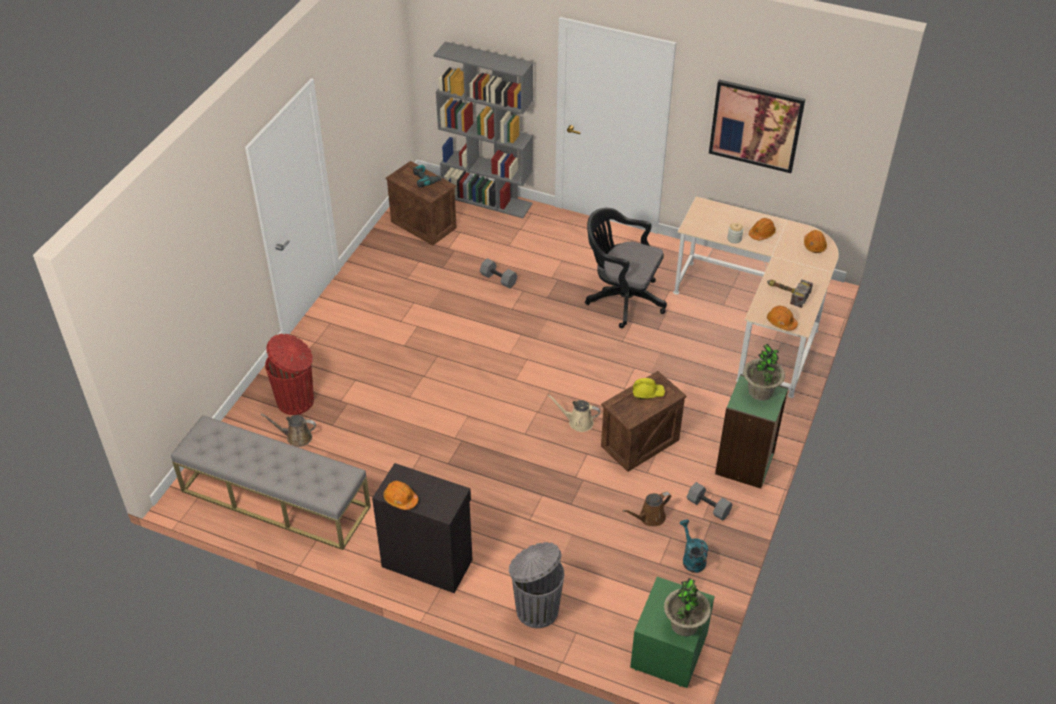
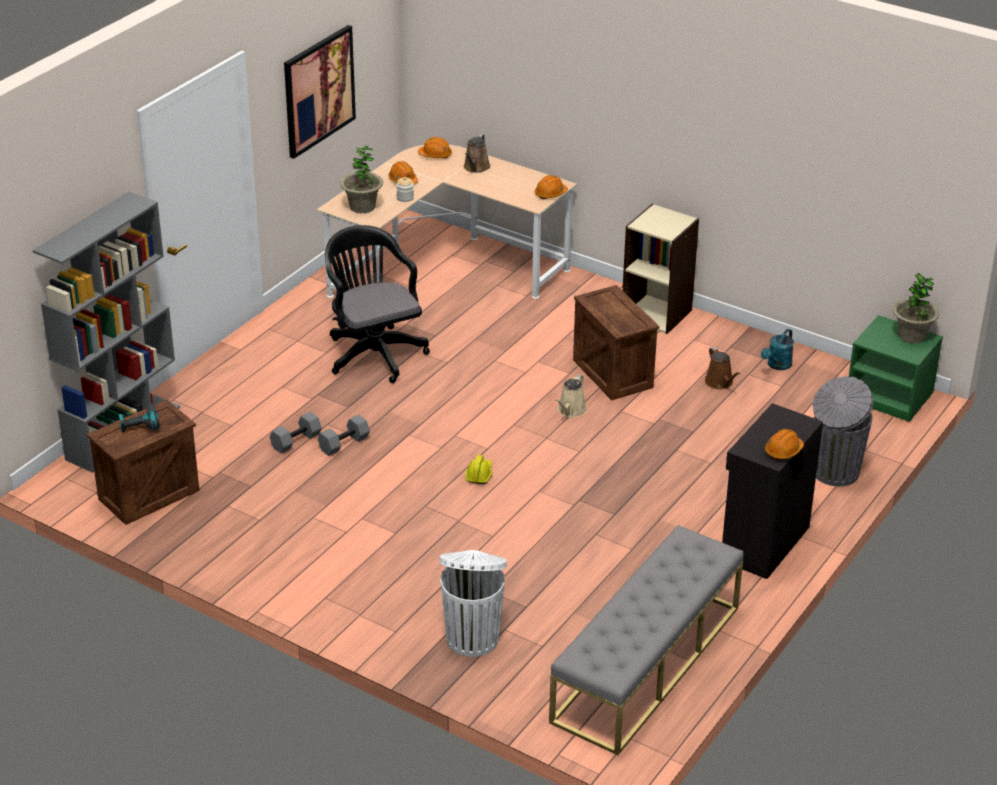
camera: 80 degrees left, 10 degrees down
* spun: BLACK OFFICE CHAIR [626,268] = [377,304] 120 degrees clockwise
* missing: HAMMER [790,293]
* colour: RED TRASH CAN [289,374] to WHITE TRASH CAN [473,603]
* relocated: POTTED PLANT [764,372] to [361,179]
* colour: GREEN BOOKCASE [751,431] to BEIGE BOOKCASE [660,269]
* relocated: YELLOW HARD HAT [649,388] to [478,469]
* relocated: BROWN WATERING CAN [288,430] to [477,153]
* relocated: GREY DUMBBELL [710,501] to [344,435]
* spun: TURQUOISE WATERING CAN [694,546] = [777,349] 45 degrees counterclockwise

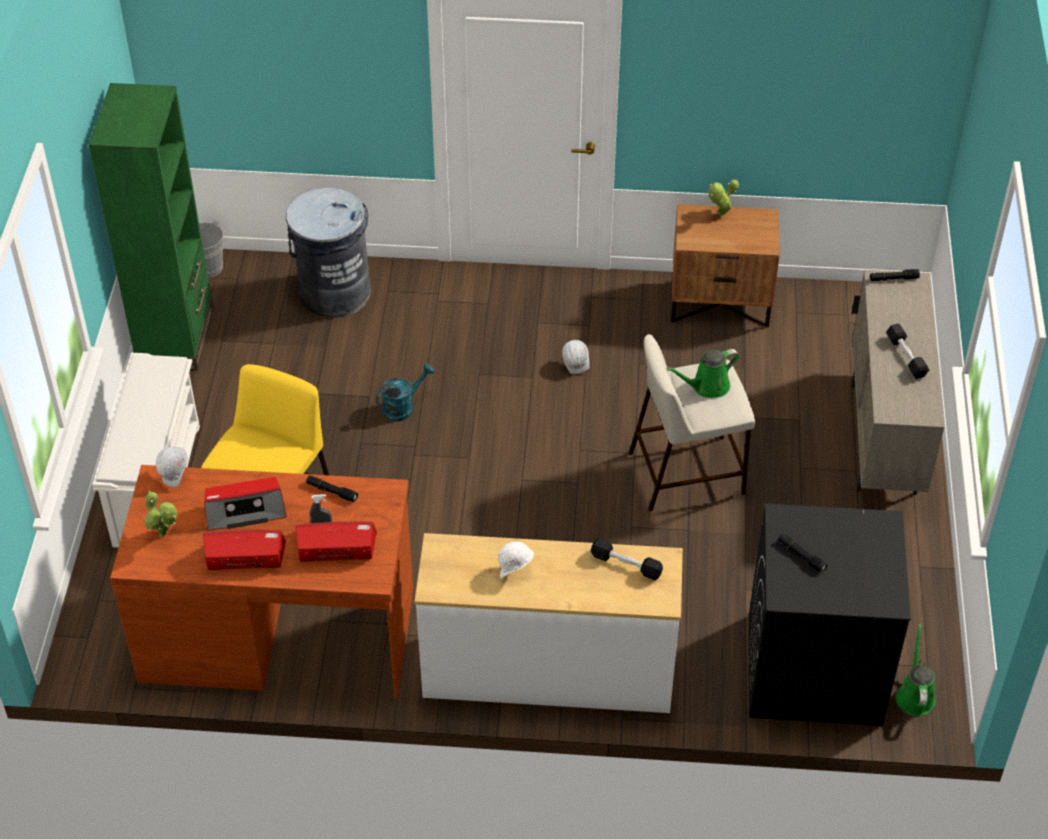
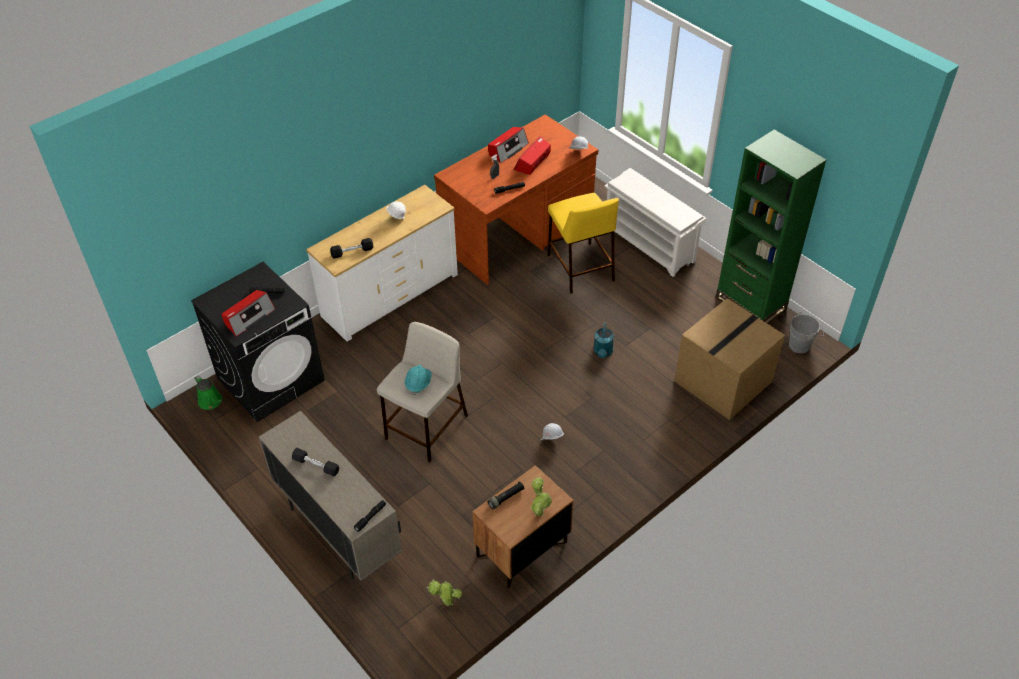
camera: 135 degrees right, 0 degrees up
* exchanged: GREY TRASH CAN [328,252] to CARDBOARD BOX [729,359]
* exchanged: GREEN WATERING CAN [702,373] to TURQUOISE HARD HAT [418,380]
* relocated: POTTED PLANT [160,513] to [444,593]
* relocated: RADIO [336,542] to [248,313]
* appeared: BLACK FLASHLIGHT [506,495]

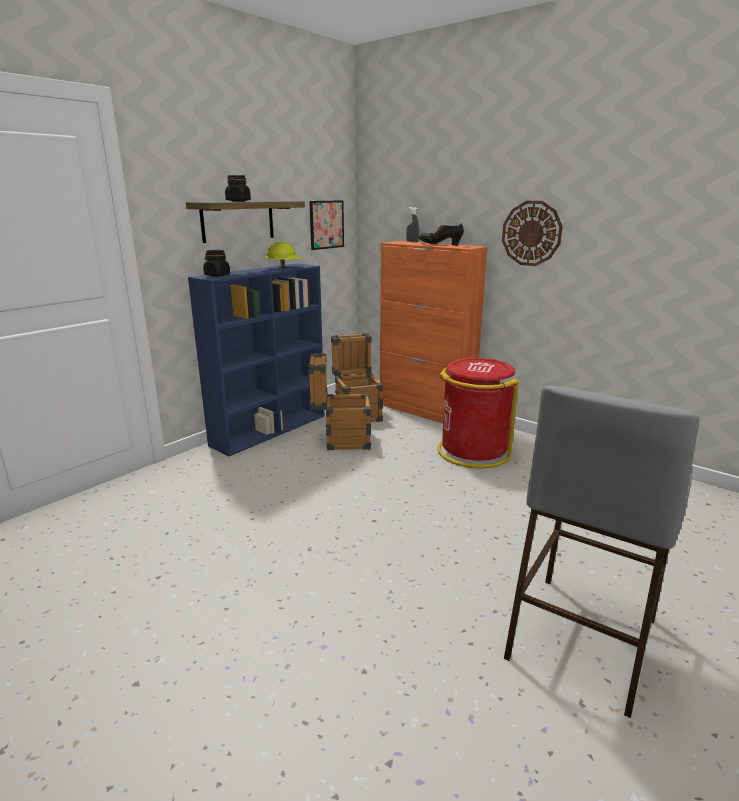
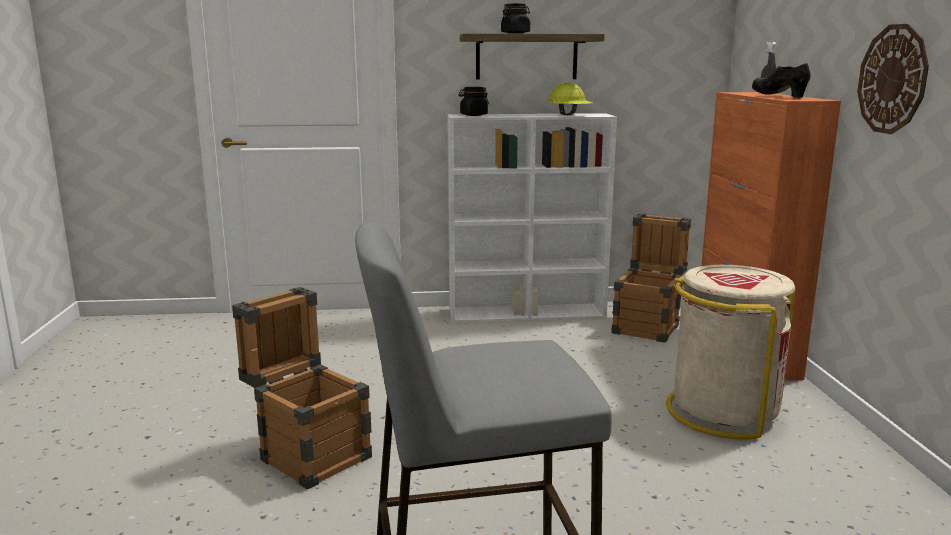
camera: 45 degrees right, 5 degrees down
* missing: PICTURE [326,225]
* colour: BLUE BOOKCASE [256,359] to WHITE BOOKCASE [532,217]
* relocated: CRATE [339,401] to [302,388]
* colour: RED TRASH CAN [477,413] to BEIGE TRASH CAN [730,351]

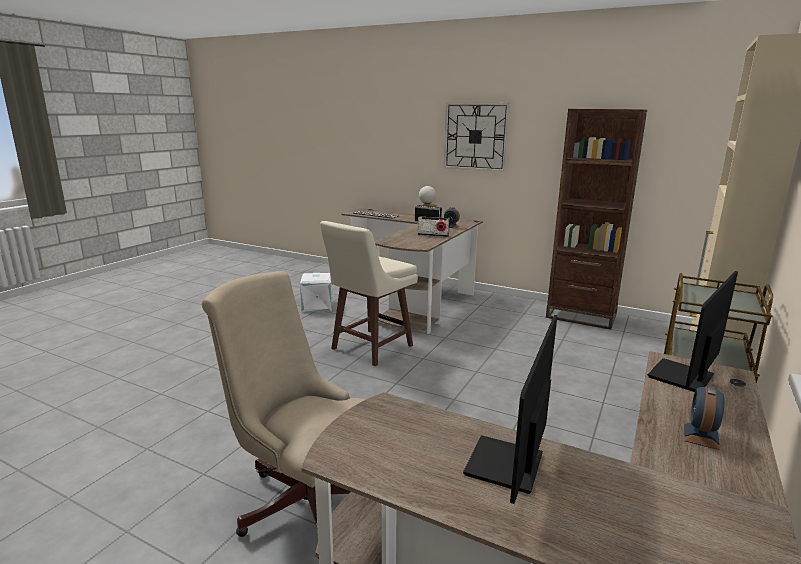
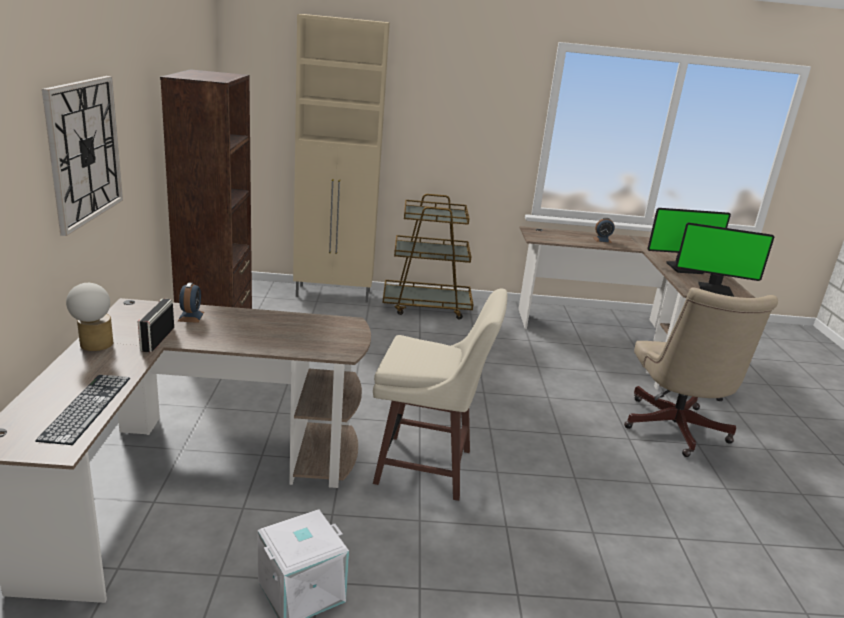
camera: 120 degrees left, 5 degrees up
* missing: RADIO [434,226]
* relocated: MONITOR [692,331] to [725,259]

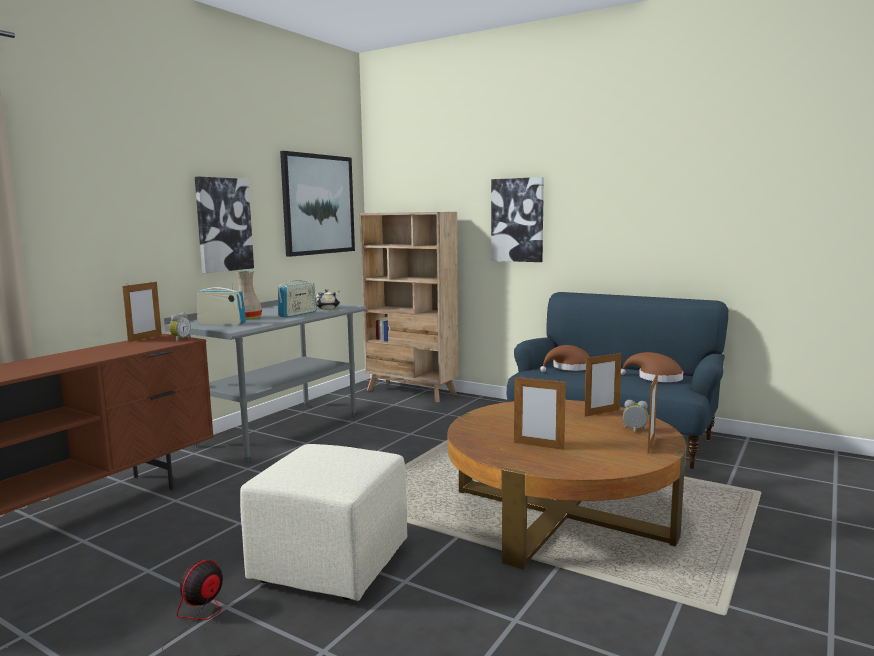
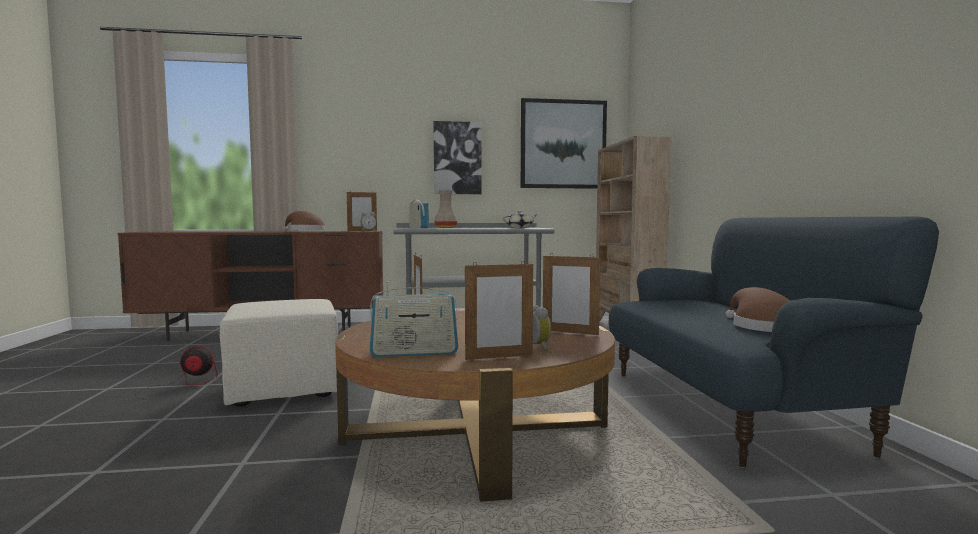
camera: 50 degrees right, 5 degrees down
* missing: PICTURE [517,219]
* relocated: RADIO [297,298] to [414,319]
* relocated: BROWN HAT [565,358] to [304,221]

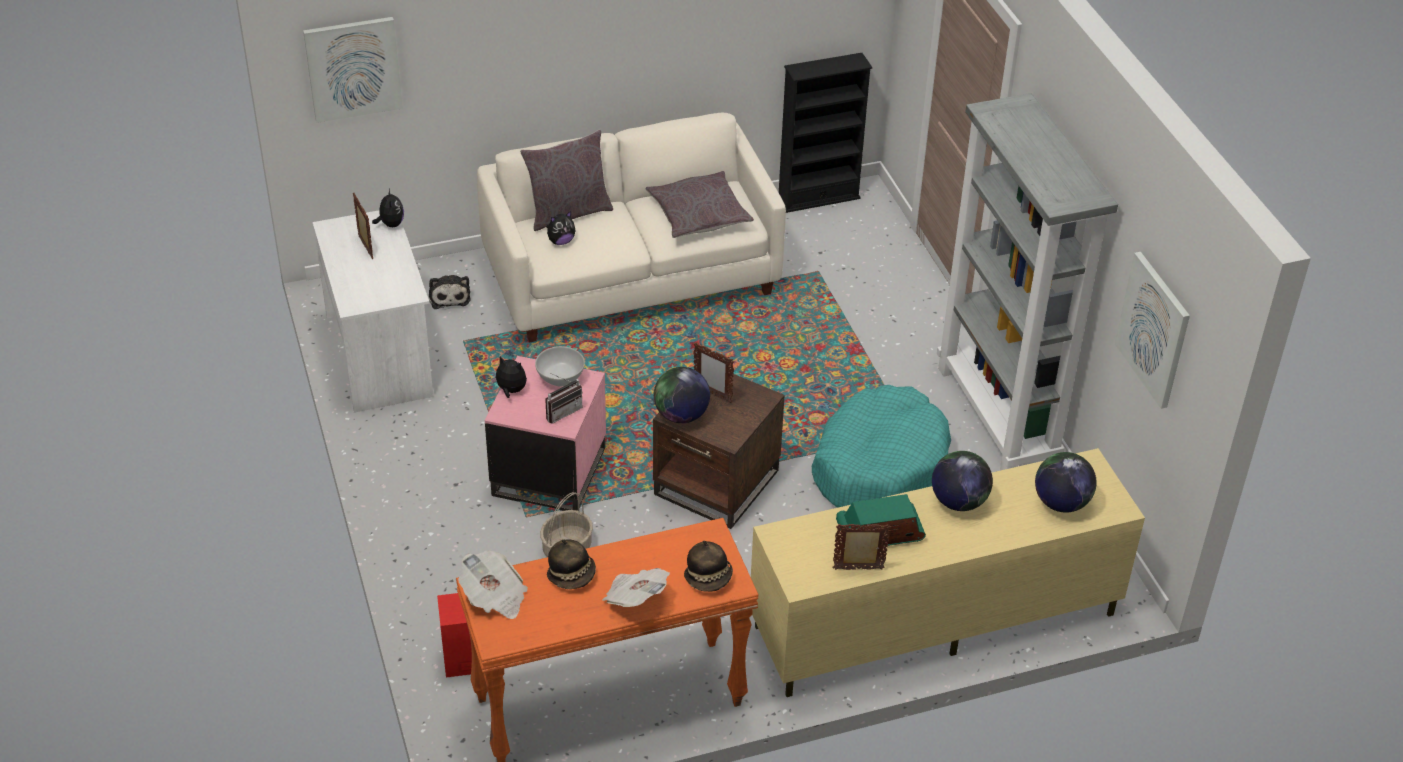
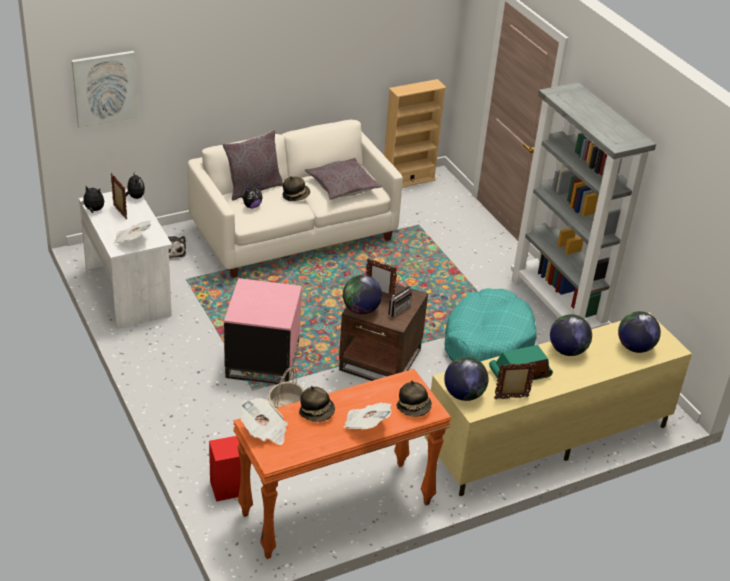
camera: 10 degrees left, 5 degrees down
* colour: BLACK BOOKCASE [825,133] to BEIGE BOOKCASE [415,133]
* missing: PICTURE [1152,330]
* missing: WHITE BOWL [560,366]
* relocated: PLUSH TOY [508,377] to [92,199]
* relocated: RADIO [564,398] to [400,299]
* appeared: HAT [296,188]
* appeared: NEWSPAPER [132,232]
* appeared: GLOBE [466,379]

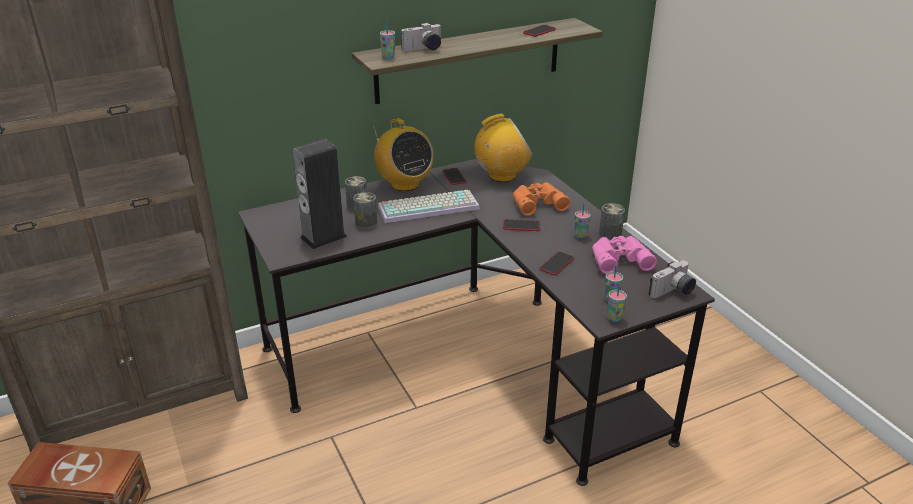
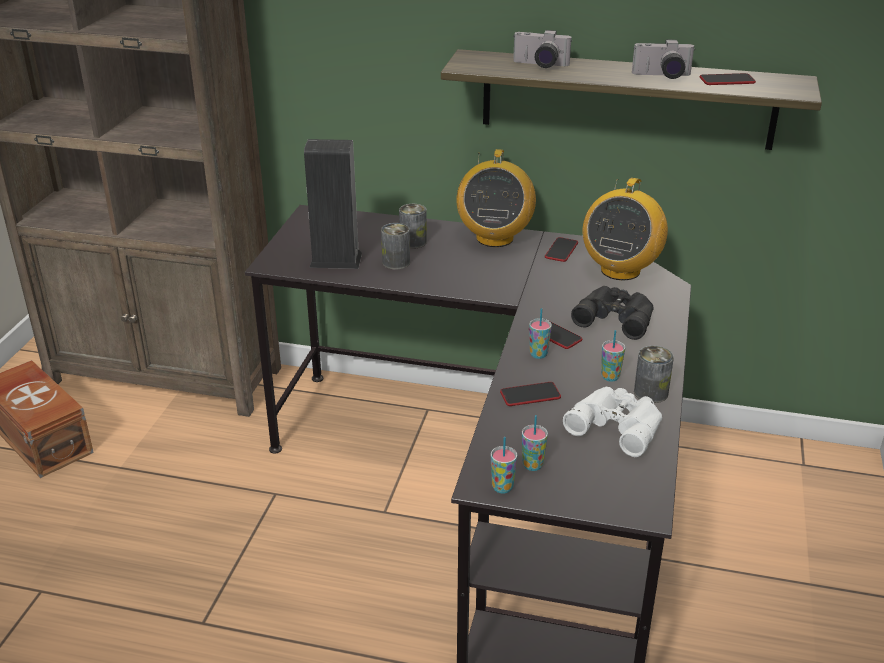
camera: 40 degrees right, 0 degrees up
* relocated: CUP [387,39] to [540,333]
* spun: RADIO [503,148] = [625,229] 90 degrees clockwise
* colour: ORANGE BINOCULARS [541,199] to BLACK BINOCULARS [612,313]
* missing: KEYBOARD [429,206]
* colour: PINK BINOCULARS [624,255] to WHITE BINOCULARS [612,422]
* relocated: PHOTO CAMERA [672,279] to [664,59]

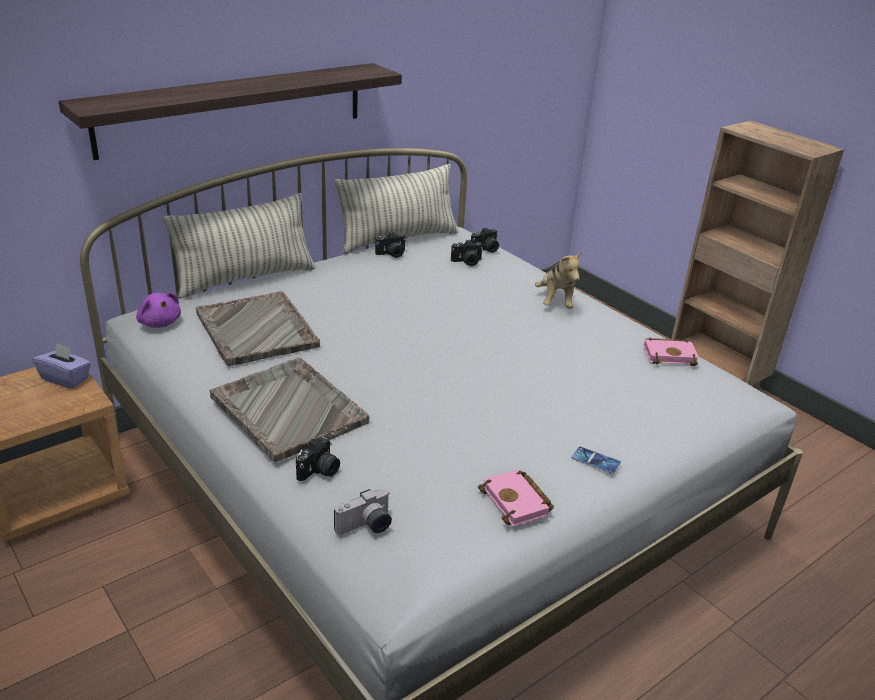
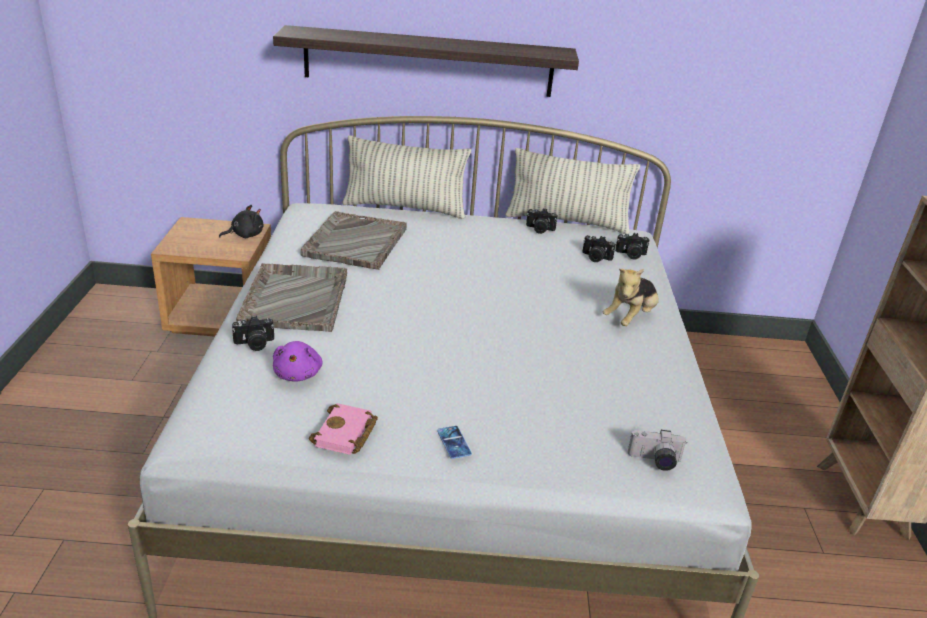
camera: 40 degrees right, 0 degrees up
* relocated: PURPLE PLUSH TOY [158,310] to [298,361]
* missing: PINK BOOK [671,351]
* exchanged: PURPLE TISSUE BOX [61,366] to BLACK PLUSH TOY [241,221]
* relocated: PHOTO CAMERA [363,511] to [657,450]

